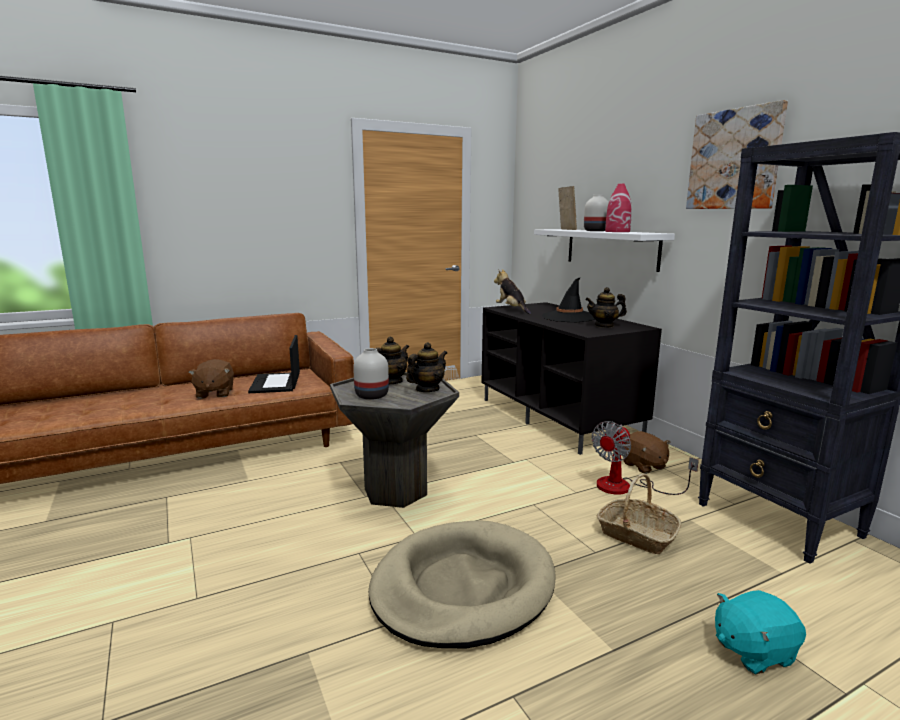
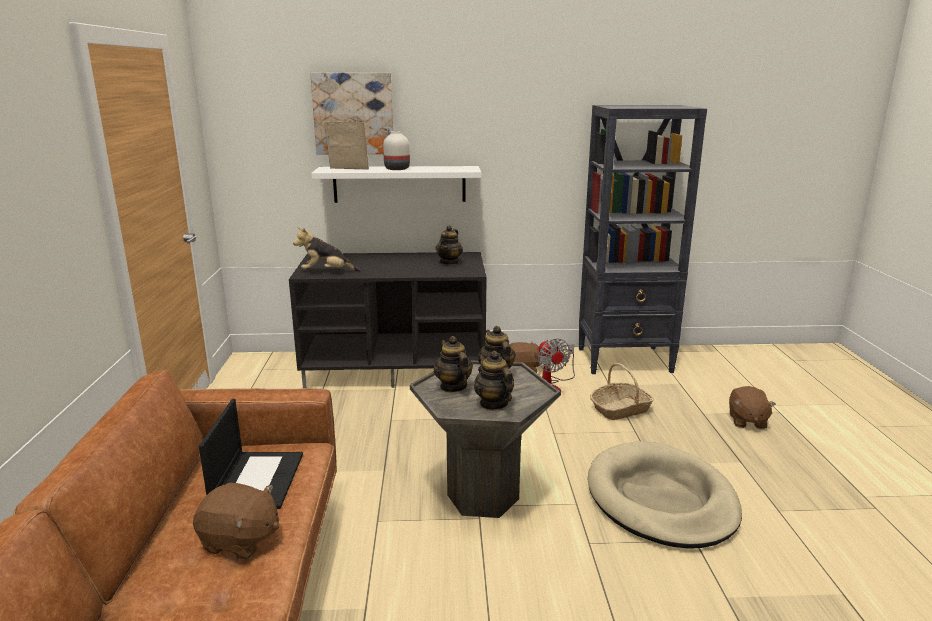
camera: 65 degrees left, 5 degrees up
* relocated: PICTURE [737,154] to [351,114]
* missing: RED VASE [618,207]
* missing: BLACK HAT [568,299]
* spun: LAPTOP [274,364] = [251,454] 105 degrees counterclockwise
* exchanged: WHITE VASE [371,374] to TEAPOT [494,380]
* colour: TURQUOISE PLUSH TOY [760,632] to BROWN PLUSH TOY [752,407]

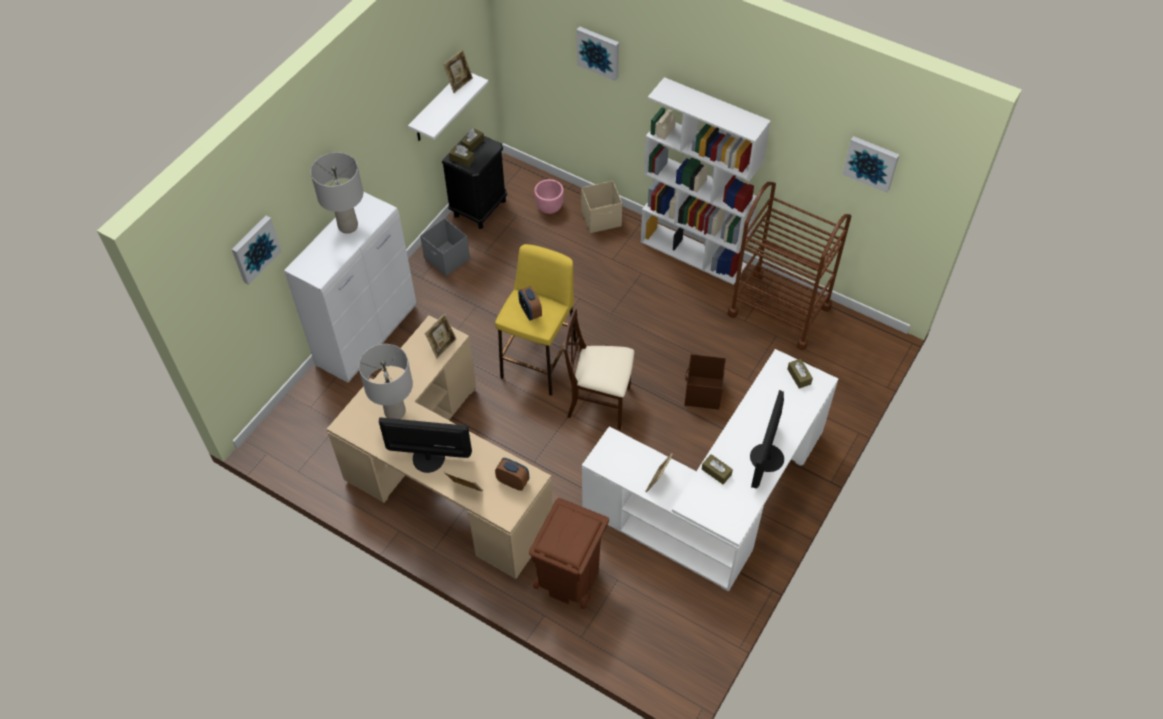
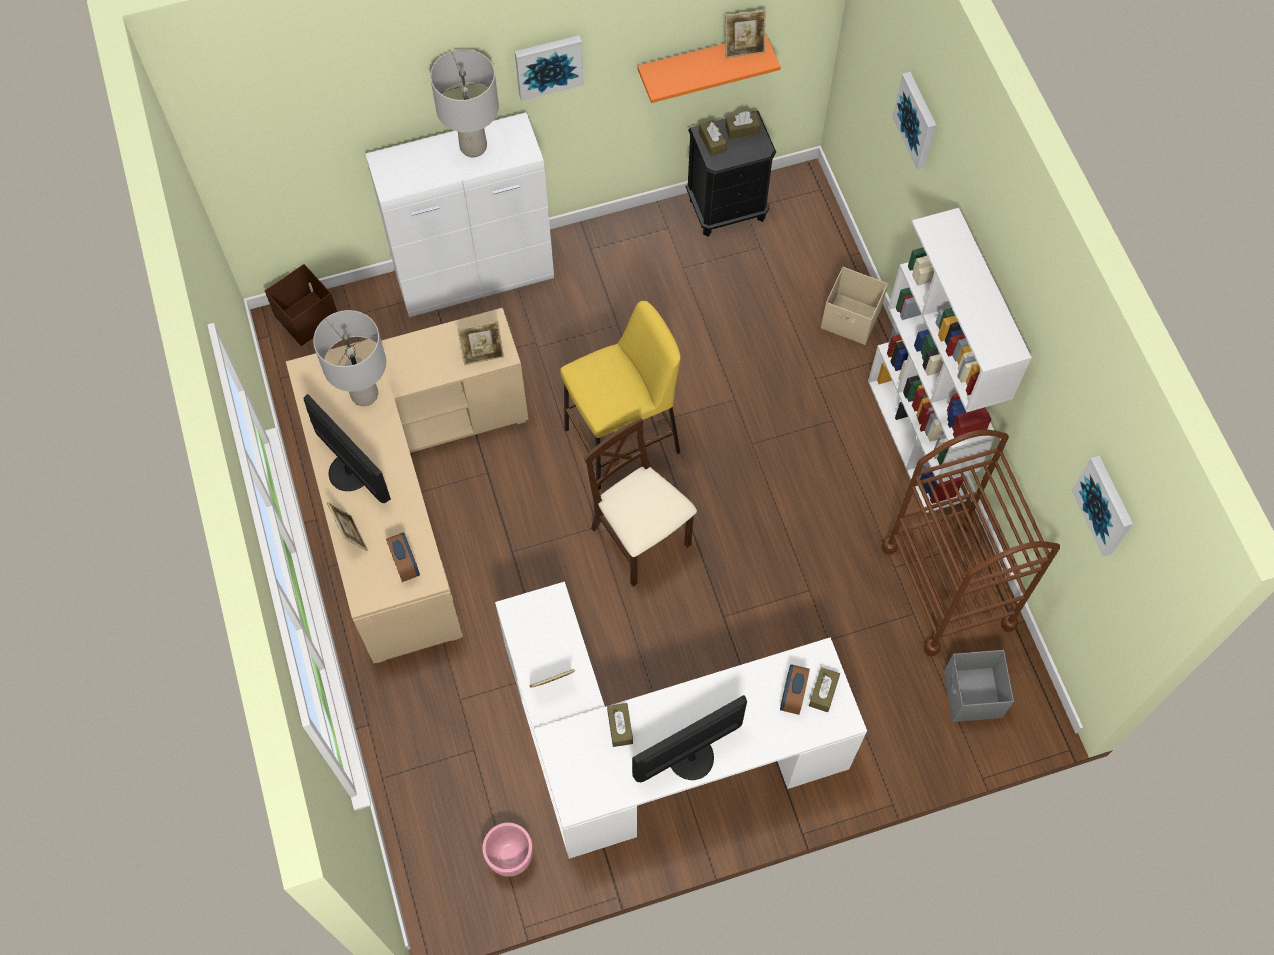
camera: 40 degrees right, 10 degrees up
* colour: WHITE SHELF [448,107] to ORANGE SHELF [709,68]
* relocated: PINK PLANTER [549,196] to [507,850]
* relocated: PICTURE [257,250] to [549,68]
* relocated: GREY STORAGE BOX [445,247] to [979,686]
* relocated: ALARM CLOCK [530,303] to [795,689]
* relocated: BROWN STORAGE BOX [705,382] to [301,305]
* missing: BROWN TRASH CAN [569,553]

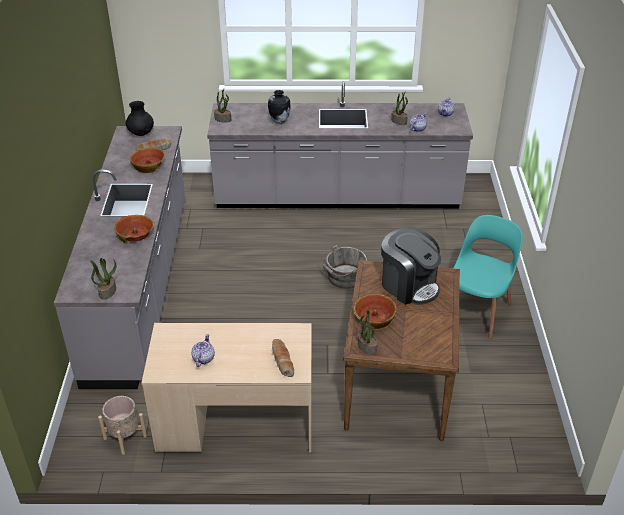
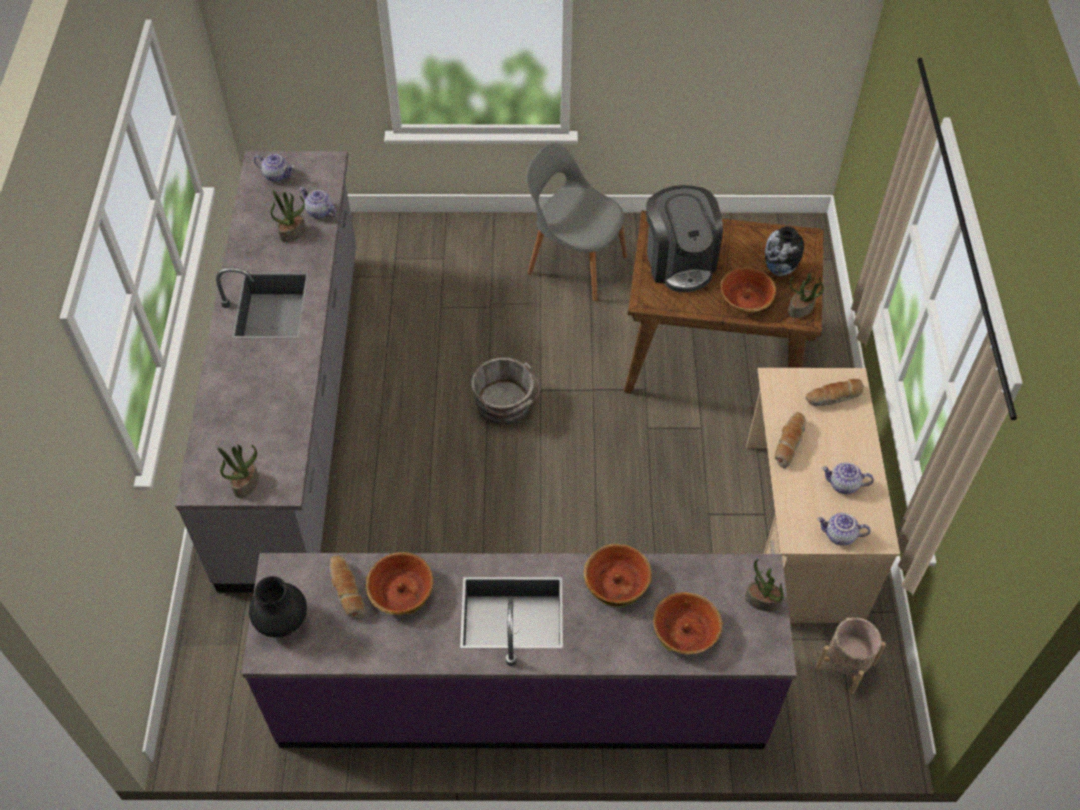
camera: 90 degrees left, 15 degrees up
* relocated: VASE [279,107] to [784,251]
* colour: GREY COUNTER [119,257] to PURPLE COUNTER [519,651]
* colour: TURQUOISE CHAIR [488,277] to GREY CHAIR [577,222]
* spun: COFFEE MACHINE [411,266] = [684,238] 120 degrees clockwise
* appeared: BREAD [790,440]
* appeared: TEAPOT [844,529]
* appeared: BOWL [688,623]

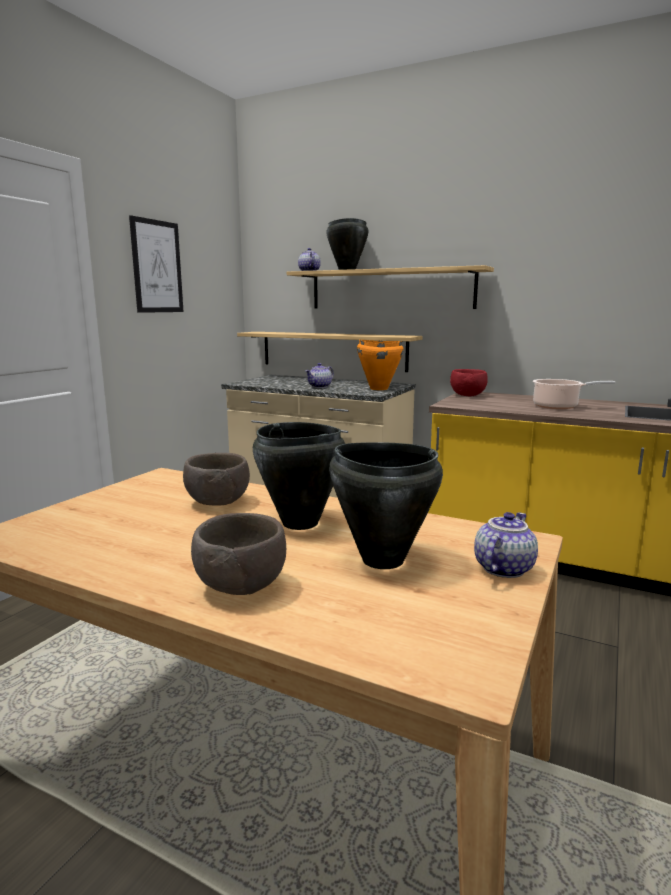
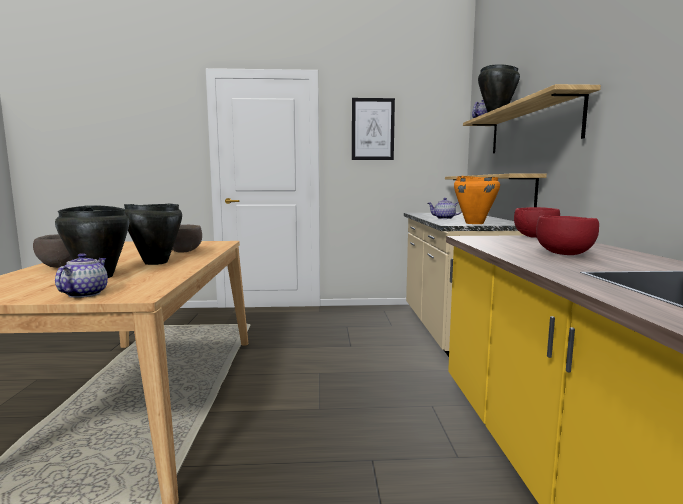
camera: 60 degrees right, 5 degrees down
* exchanged: COOKING POT [574,394] to RED BOWL [567,235]
* spun: TEAPOT [506,545] = [81,275] 90 degrees counterclockwise

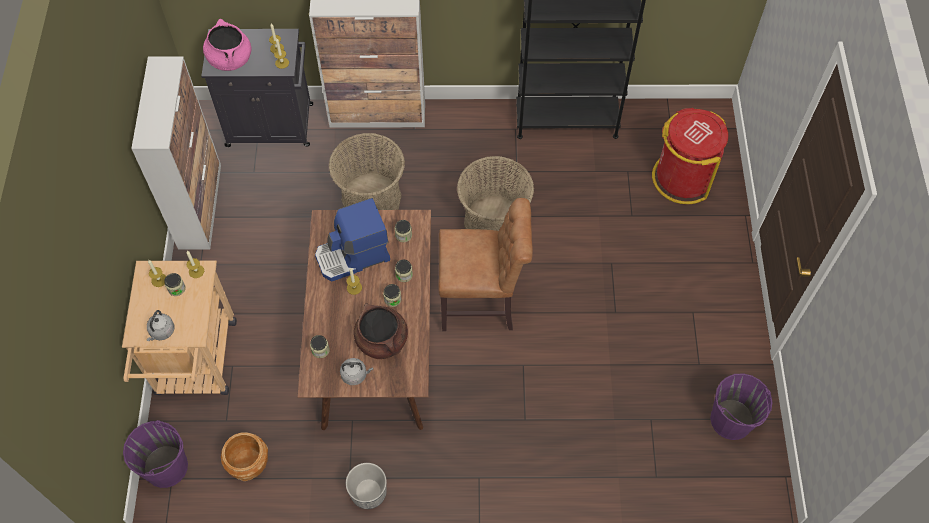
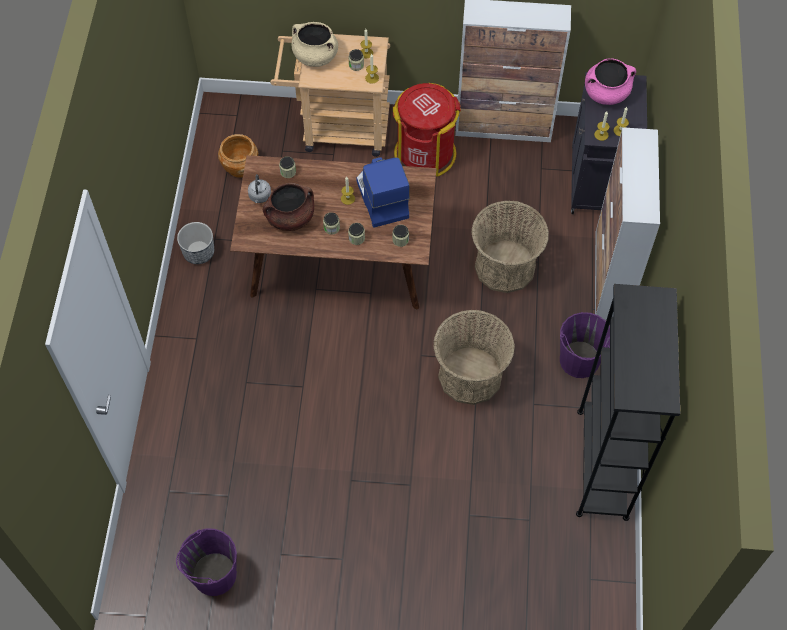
camera: 95 degrees right, 0 degrees up
* relocated: RED TRASH CAN [690,156] to [427,130]
* missing: BROWN CHAIR [485,264]
* exchanged: GREY KETTLE [161,325] to BEIGE COOKING POT [315,44]
* relocated: PURPLE BUCKET [155,454] to [585,345]

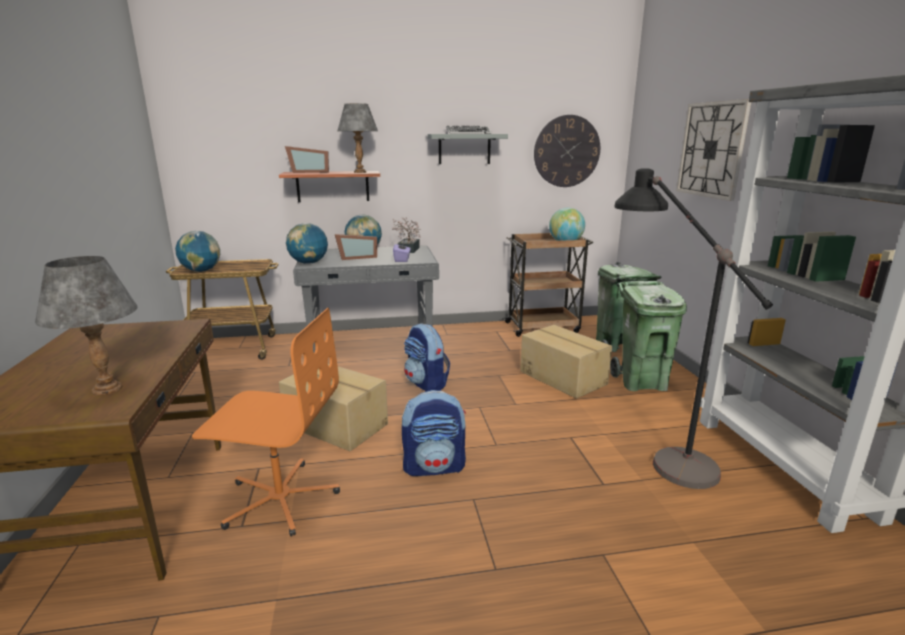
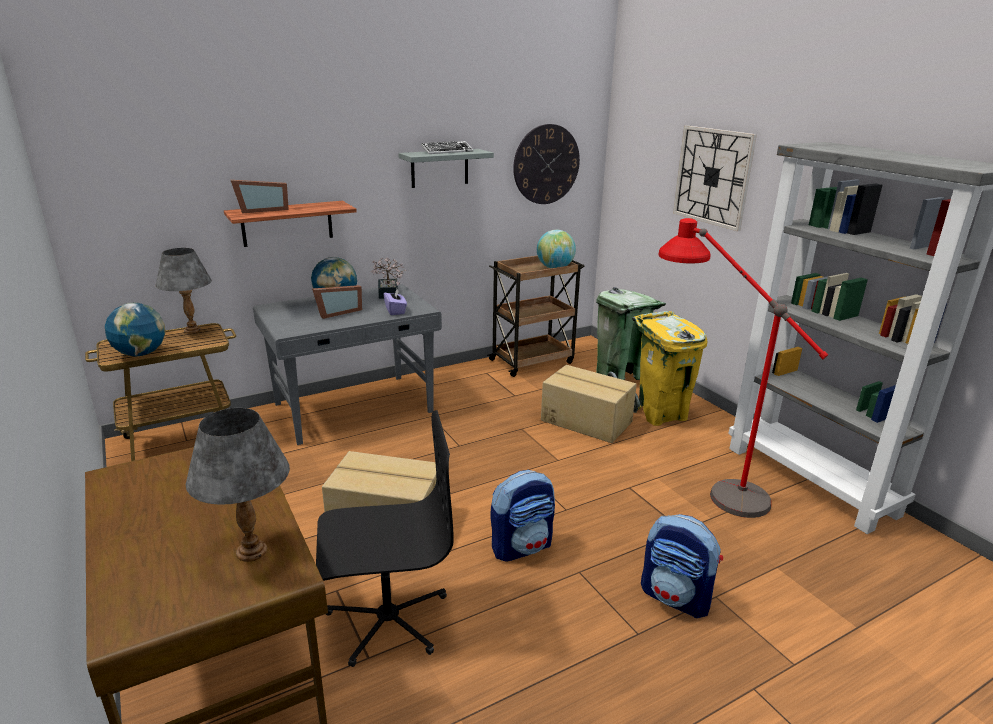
camera: 20 degrees left, 5 degrees up
* relocated: GREY TABLE LAMP [357,138] to [184,291]
* colour: BLACK FLOOR LAMP [694,329] to RED FLOOR LAMP [744,368]
* missing: GLOBE [307,243]
* colour: GREEN TRASH CAN [648,336] to YELLOW TRASH CAN [669,368]
* colour: ORANGE OFFICE CHAIR [266,422] to BLACK OFFICE CHAIR [385,538]
* relocated: BACKPACK [427,357] to [682,566]

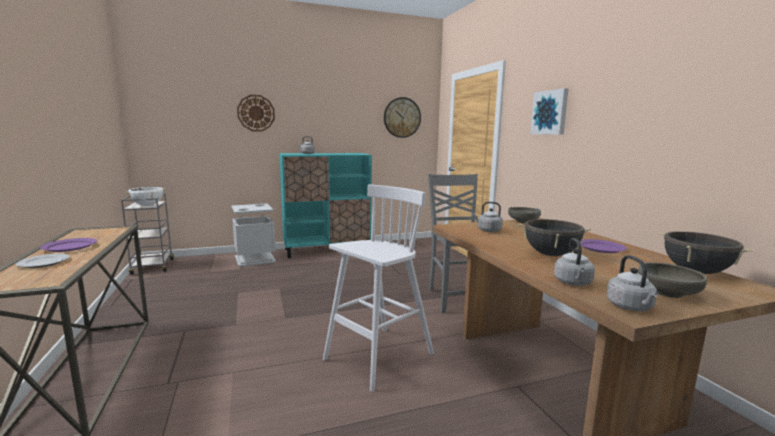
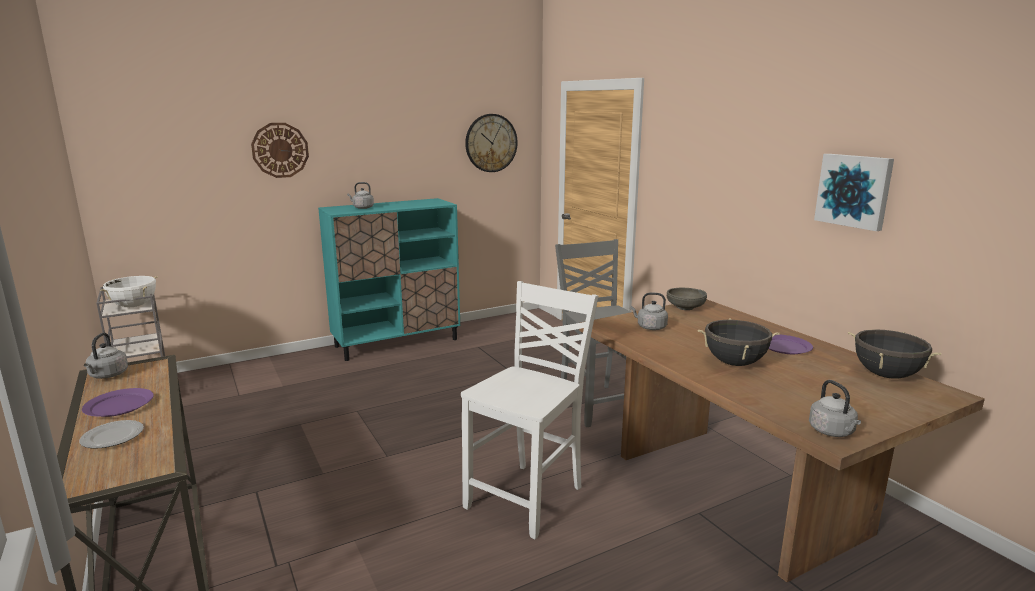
camera: 10 degrees left, 5 degrees up
* relocated: PICTURE [549,111] to [854,192]
* exchanged: WHITE STOOL [378,288] to WHITE CHAIR [529,410]
* missing: GREY TRASH CAN [253,235]
* relocated: GREY KETTLE [574,262] to [106,356]
* missing: GREY BOWL [672,280]

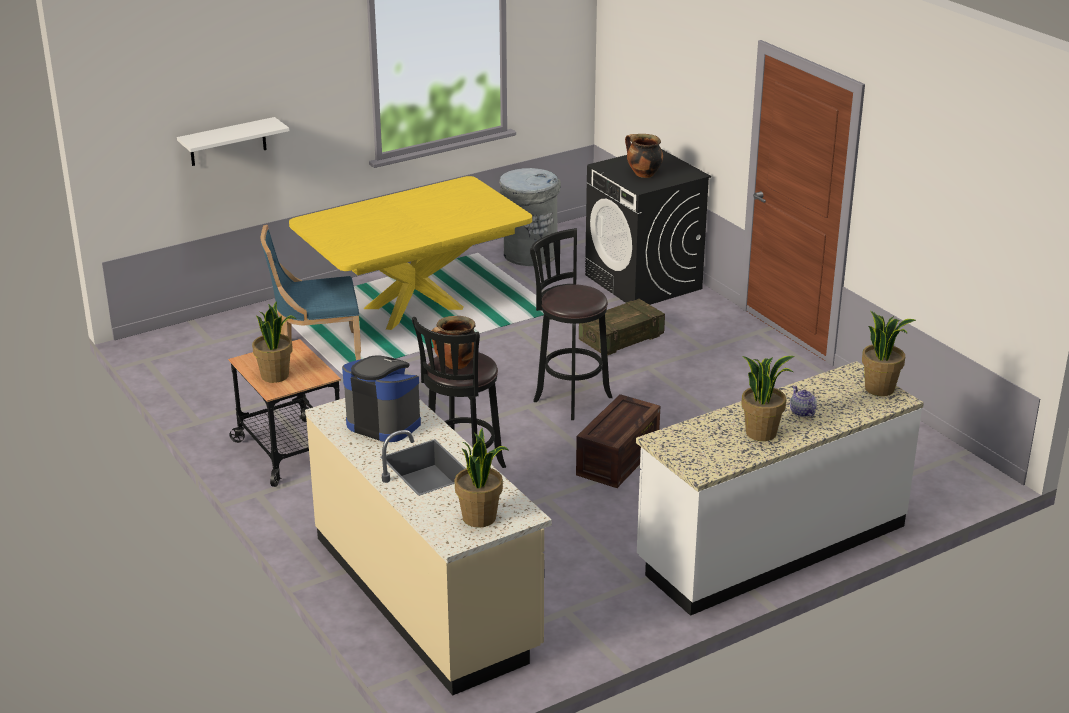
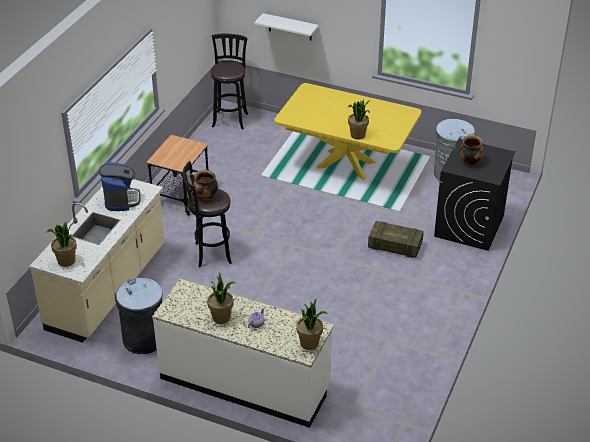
camera: 55 degrees right, 10 degrees up
* missing: BLUE CHAIR [310,292]
* relocated: BLACK STOOL [571,324] to [229,82]
* relocated: POTTED PLANT [274,342] to [358,119]
* missing: CRATE [618,441]
* appeared: GREY TRASH CAN [139,316]

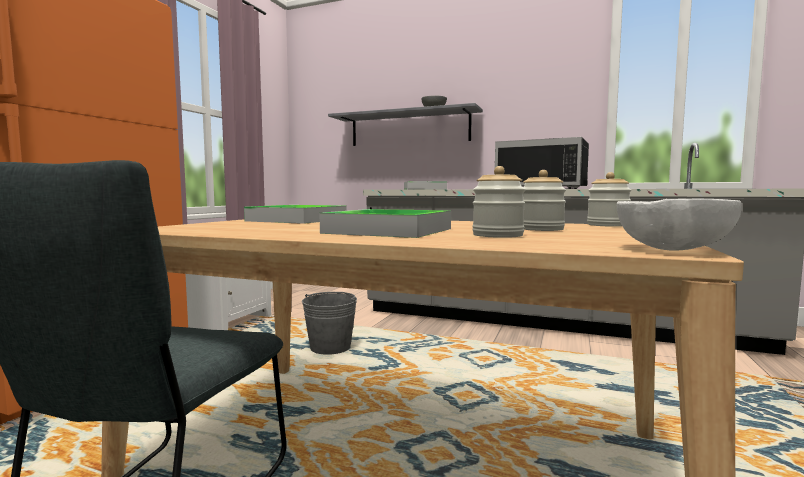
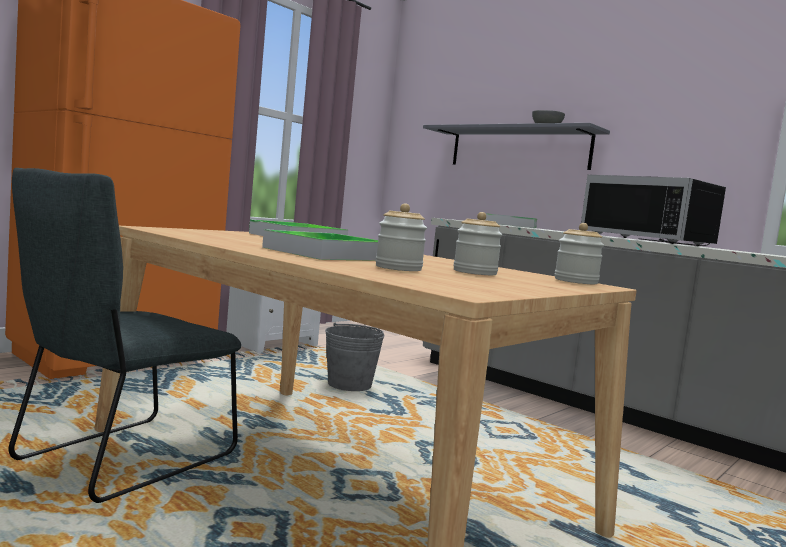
camera: 20 degrees right, 0 degrees up
* missing: WHITE BOWL [679,224]

